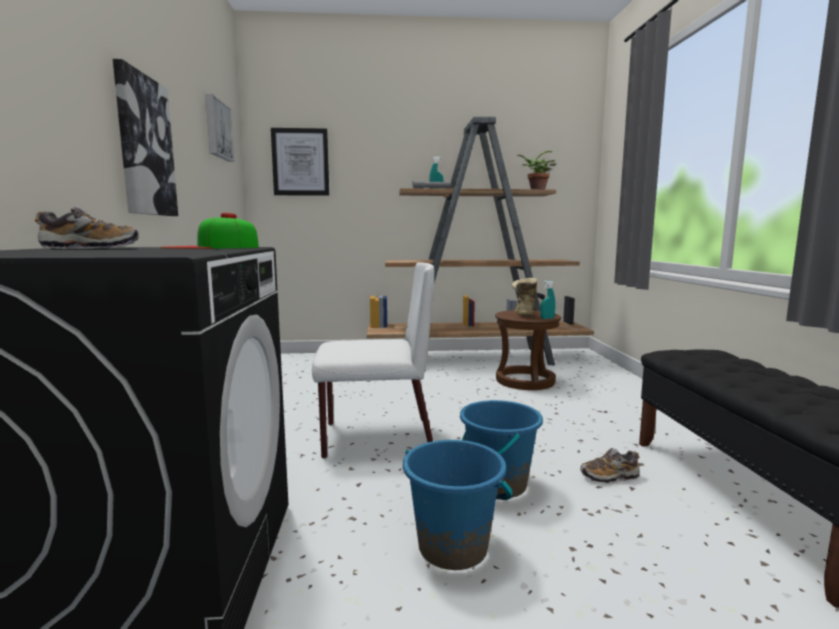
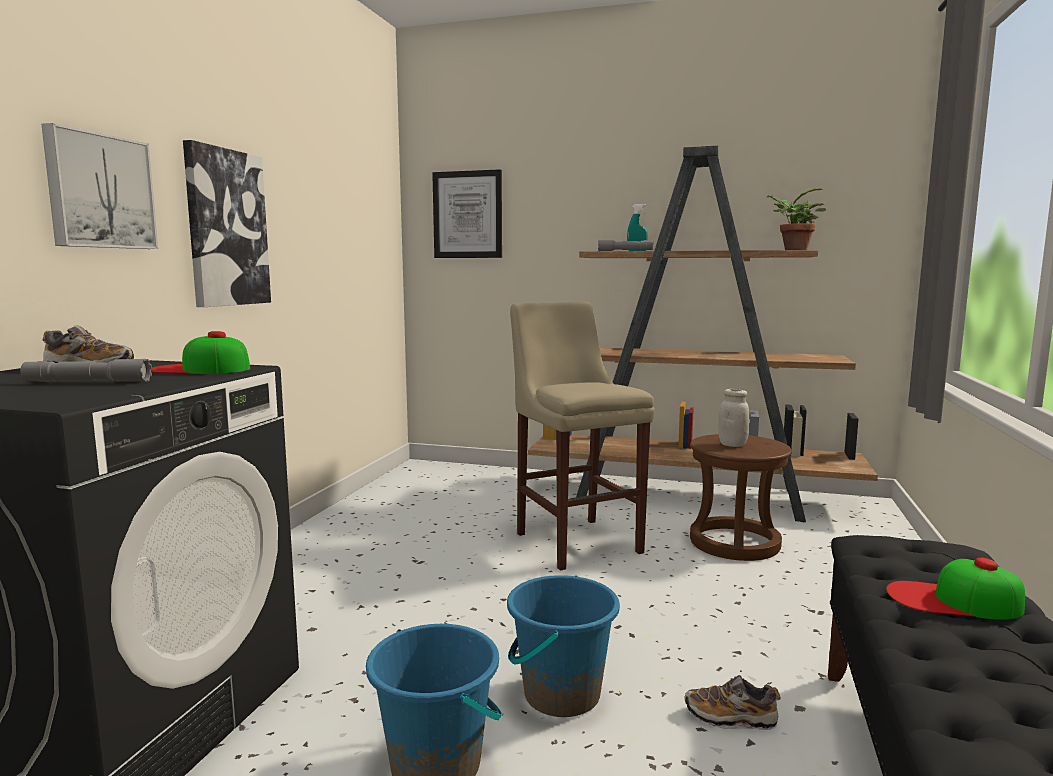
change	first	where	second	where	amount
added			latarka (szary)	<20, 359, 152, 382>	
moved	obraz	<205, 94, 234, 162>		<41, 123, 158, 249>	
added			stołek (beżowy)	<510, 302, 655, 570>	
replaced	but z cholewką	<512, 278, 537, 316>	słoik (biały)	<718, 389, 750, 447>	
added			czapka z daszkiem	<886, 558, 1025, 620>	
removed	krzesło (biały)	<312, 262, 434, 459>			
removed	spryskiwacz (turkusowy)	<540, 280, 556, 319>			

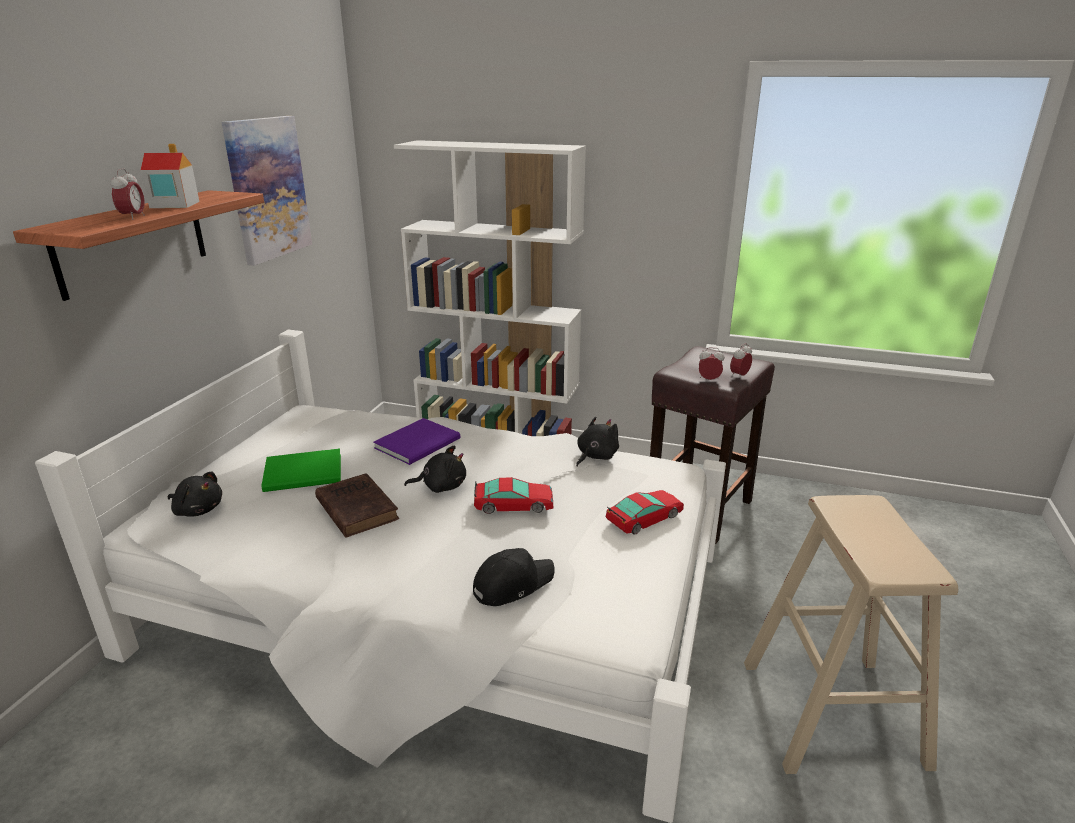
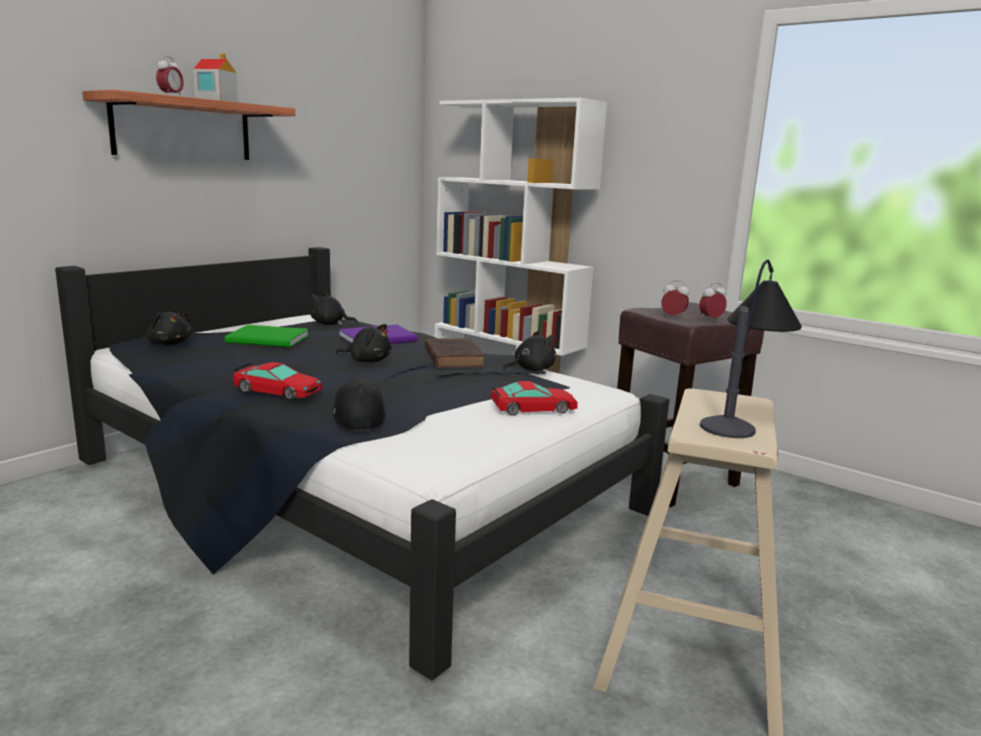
change	first	where	second	where	amount
recoloured	łóżko (biały)	<35, 330, 726, 823>	łóżko (czarny)	<55, 247, 669, 680>	
moved	samochodzik	<474, 477, 553, 514>		<233, 362, 322, 400>	
added			pluszak (czarny)	<310, 292, 358, 325>	
turned	czapka z daszkiem (czarny)	<473, 548, 555, 606>		<333, 378, 385, 430>	90 degrees counterclockwise
moved	książka (brązowy)	<315, 473, 399, 538>		<425, 338, 485, 368>	
added			lampa stołowa	<700, 260, 802, 438>	
removed	obraz	<221, 116, 312, 266>			

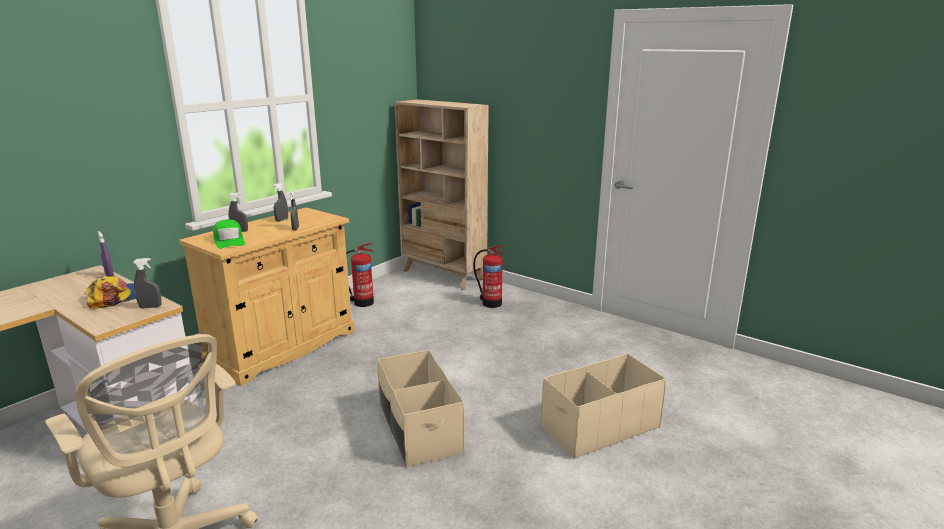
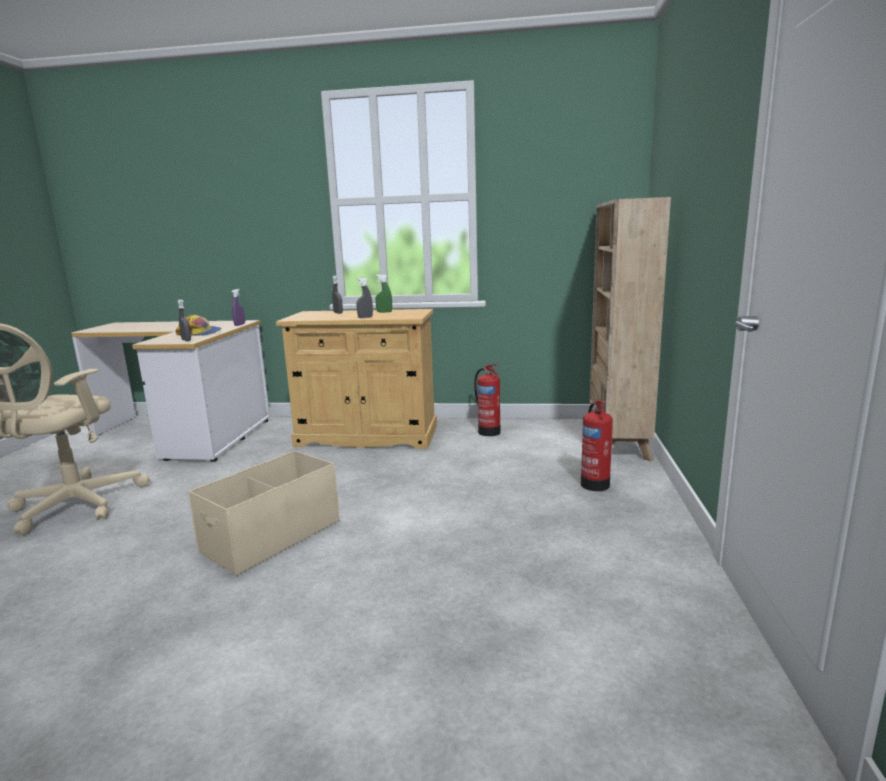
change	first	where	second	where	amount
recoloured	spryskiwacz (szary)	<273, 183, 288, 221>	spryskiwacz (zielony)	<376, 274, 392, 313>	
removed	czapka z daszkiem (zielony)	<213, 220, 245, 249>			
removed	pojemnik do przechowywania (beżowy)	<541, 354, 666, 459>			

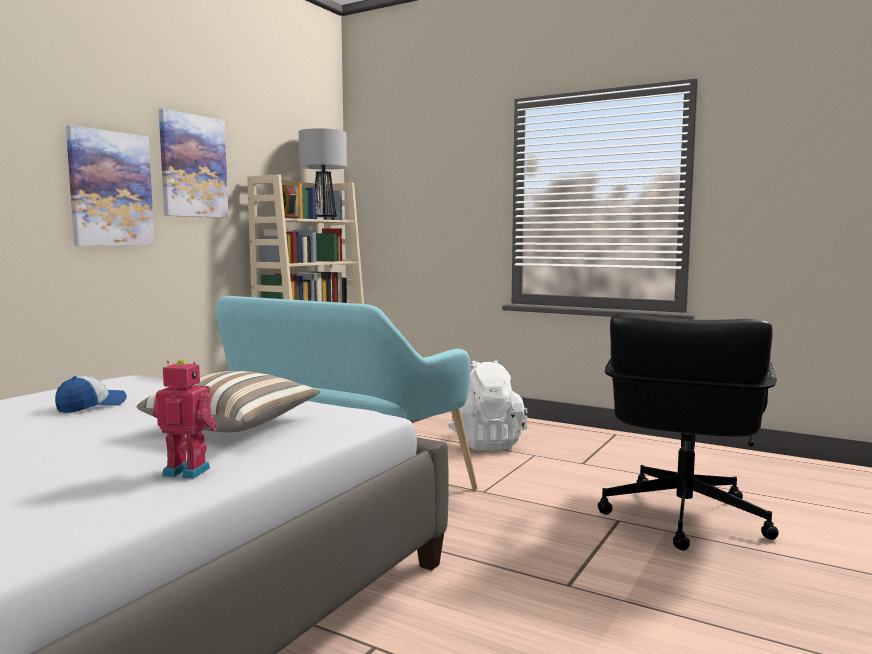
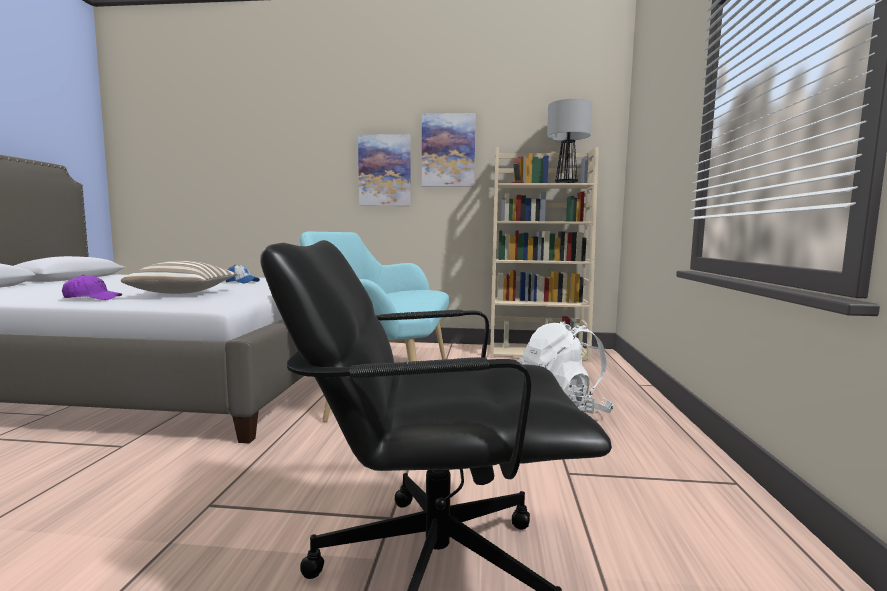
change	first	where	second	where	amount
replaced	robot zabawkowy	<152, 359, 218, 479>	czapka z daszkiem (fioletowy)	<62, 275, 122, 300>	

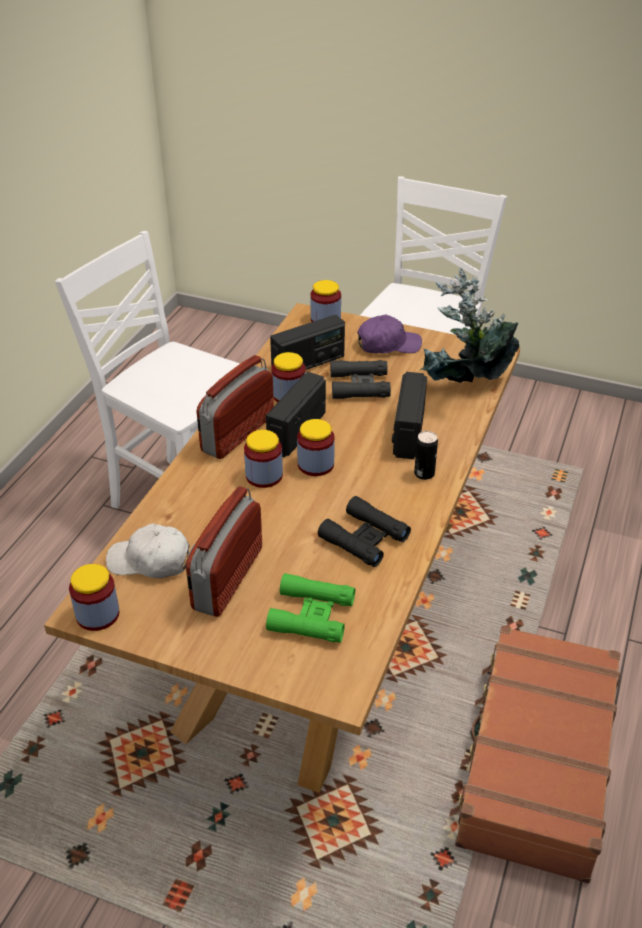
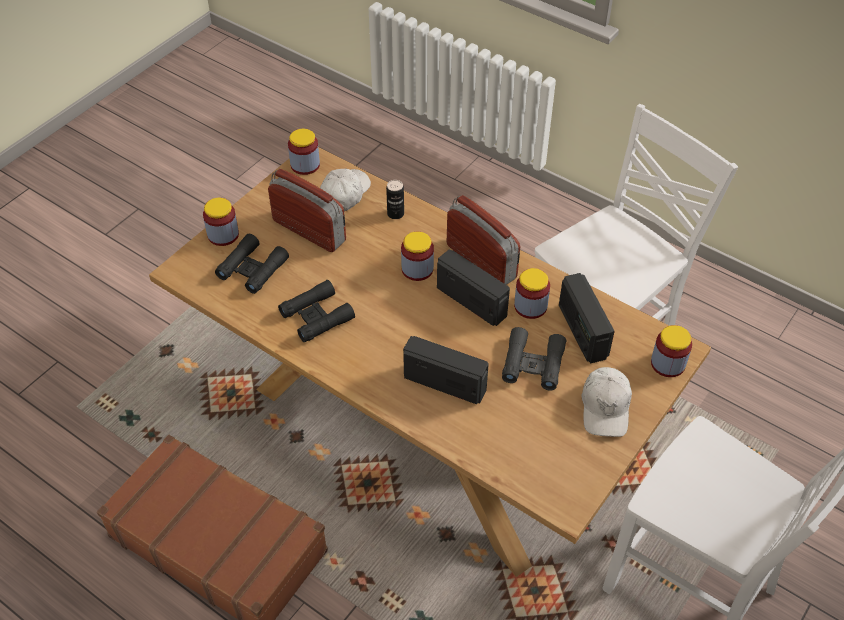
change	first	where	second	where	amount
moved	słoik	<297, 419, 335, 476>		<203, 198, 239, 246>	
recoloured	lornetka (zielony)	<266, 573, 355, 643>	lornetka (czarny)	<215, 234, 289, 294>	
moved	puszka	<414, 431, 438, 480>		<386, 180, 404, 219>	
recoloured	czapka z daszkiem (fioletowy)	<357, 314, 422, 353>	czapka z daszkiem (biały)	<581, 367, 632, 437>	
removed	roślina doniczkowa	<418, 268, 519, 383>			

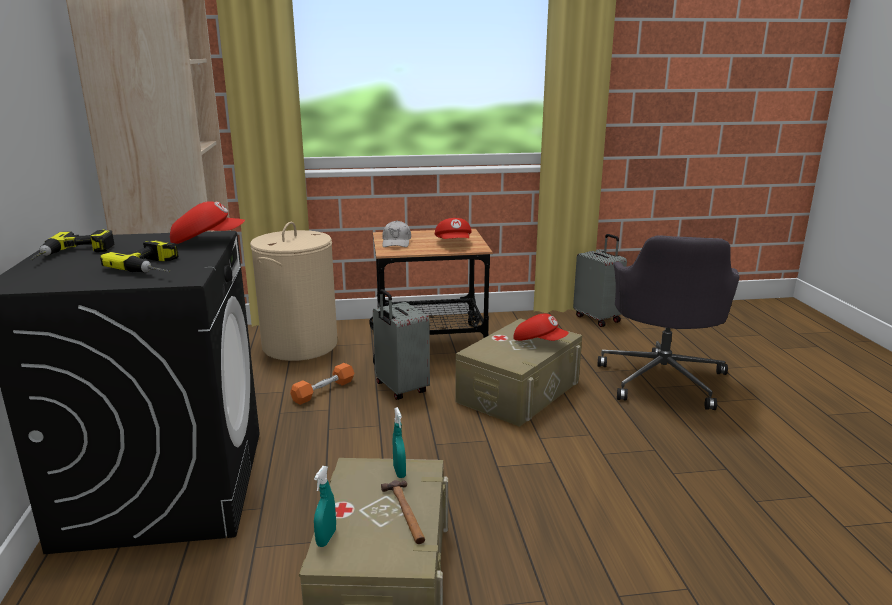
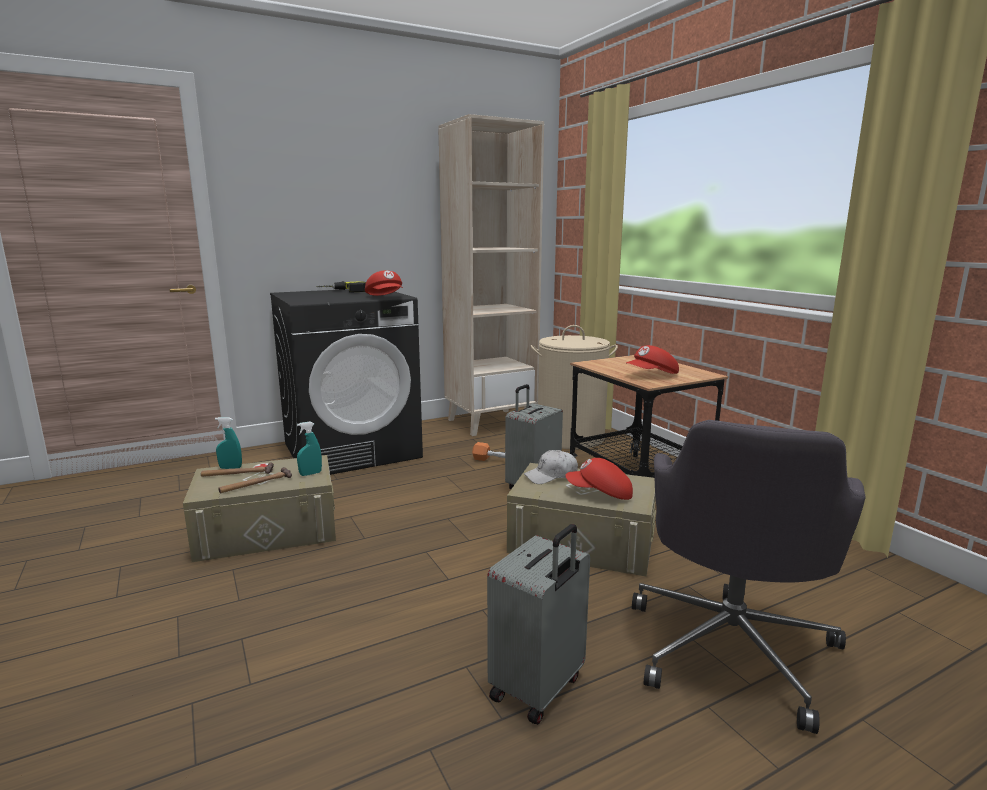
change	first	where	second	where	amount
added			młotek	<201, 462, 274, 477>	
moved	walizka (szary)	<573, 234, 627, 327>		<487, 524, 590, 725>	
moved	czapka z daszkiem (biały)	<382, 220, 411, 247>		<524, 450, 578, 484>	
turned	czapka z daszkiem (czerwony)	<514, 313, 569, 341>		<565, 458, 633, 500>	90 degrees clockwise
turned	krzesło biurowe (szary)	<598, 235, 740, 410>		<632, 420, 865, 734>	60 degrees counterclockwise
removed	wiertarka	<100, 240, 179, 273>			

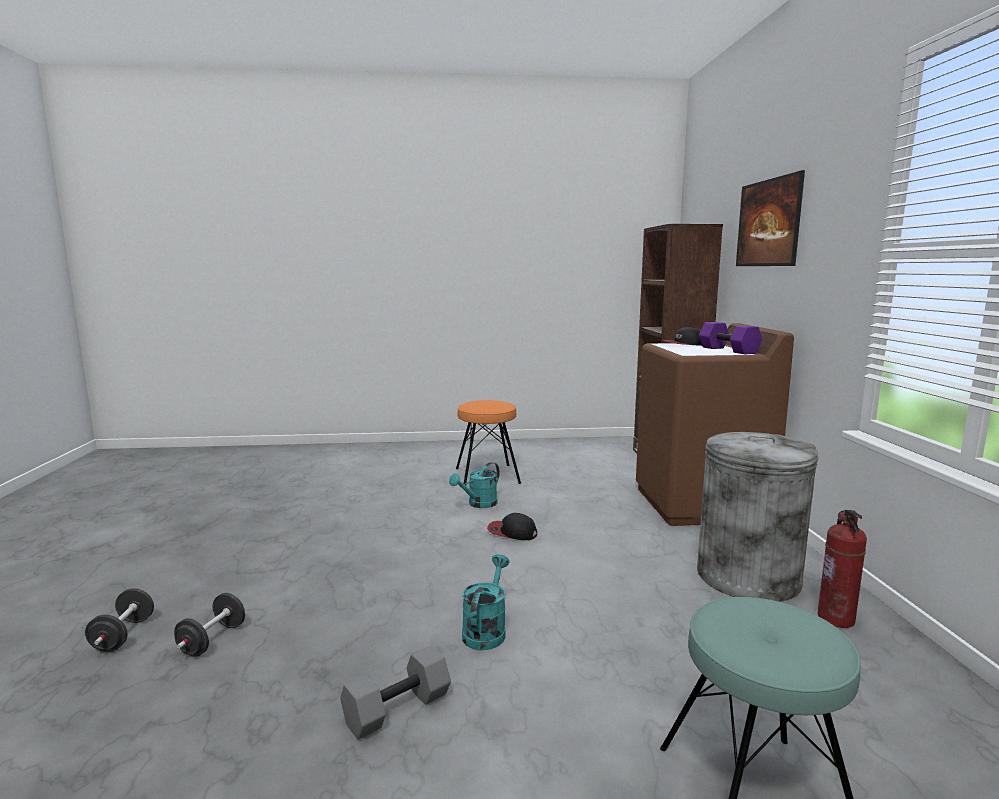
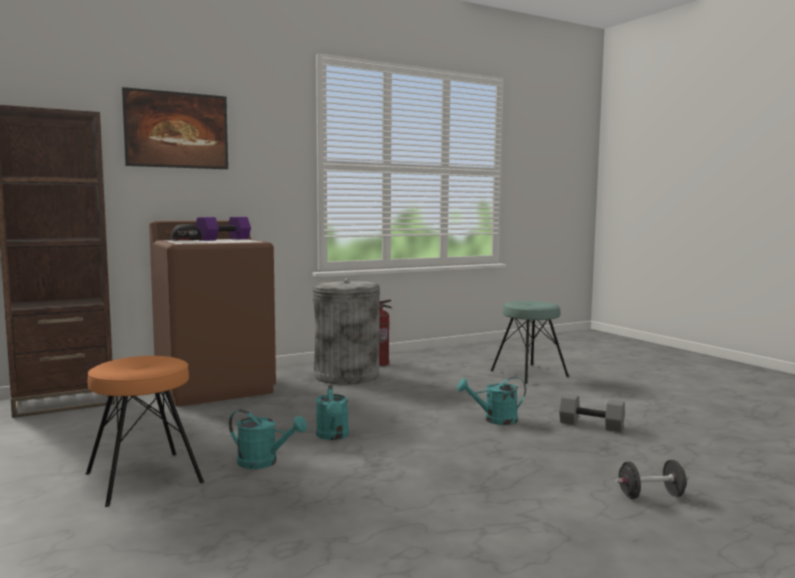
change	first	where	second	where	amount
replaced	czapka z daszkiem	<487, 513, 537, 540>	konewka (turkusowy)	<316, 385, 349, 440>	
removed	hantel (czarny)	<85, 588, 154, 652>			

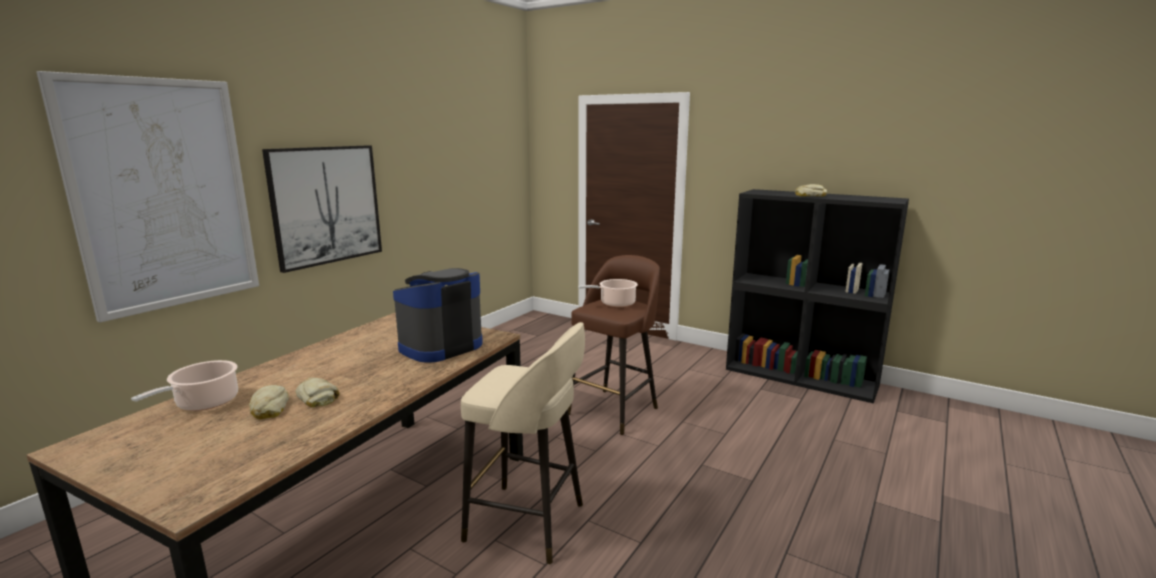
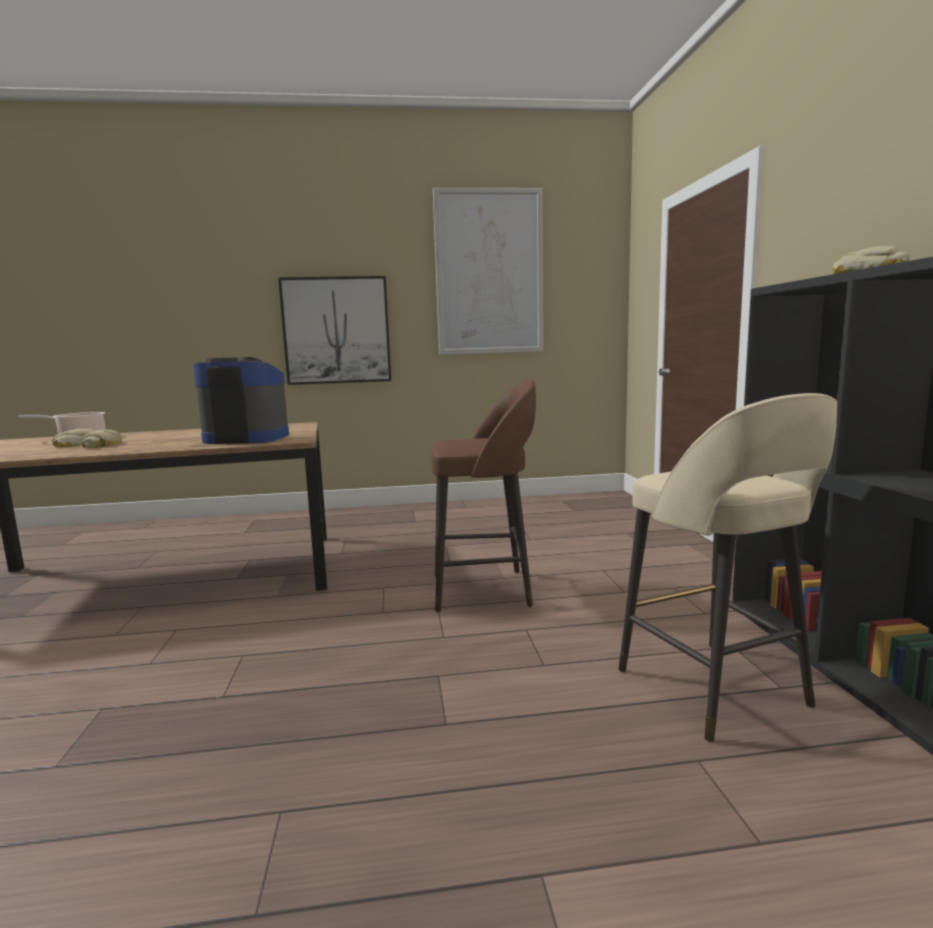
change	first	where	second	where	amount
moved	obraz	<36, 71, 259, 323>		<433, 188, 544, 355>	
moved	stołek (beżowy)	<461, 322, 585, 564>		<618, 393, 837, 742>	
removed	garnek	<578, 279, 638, 307>			

